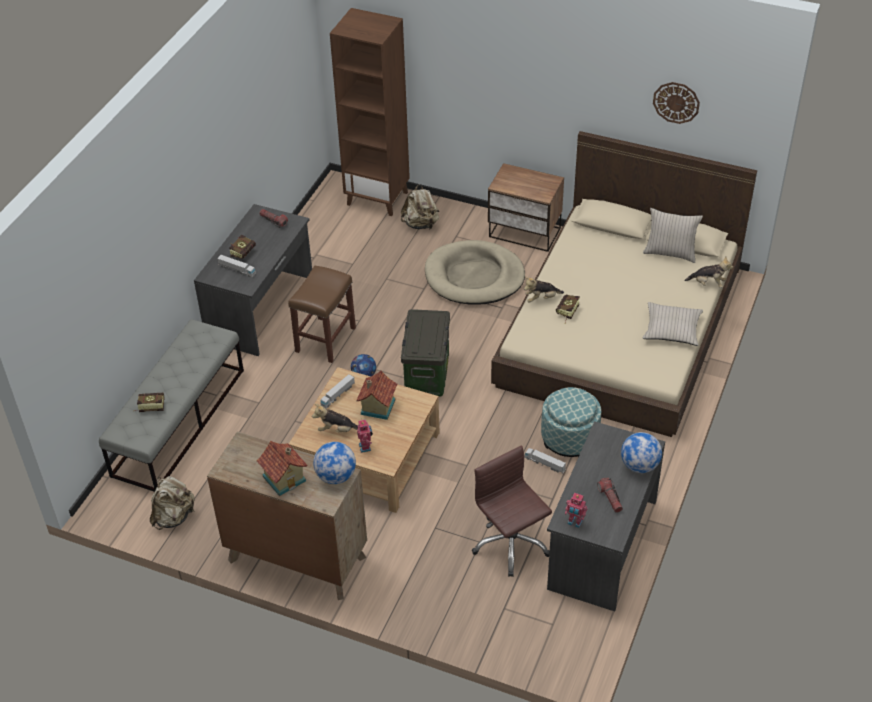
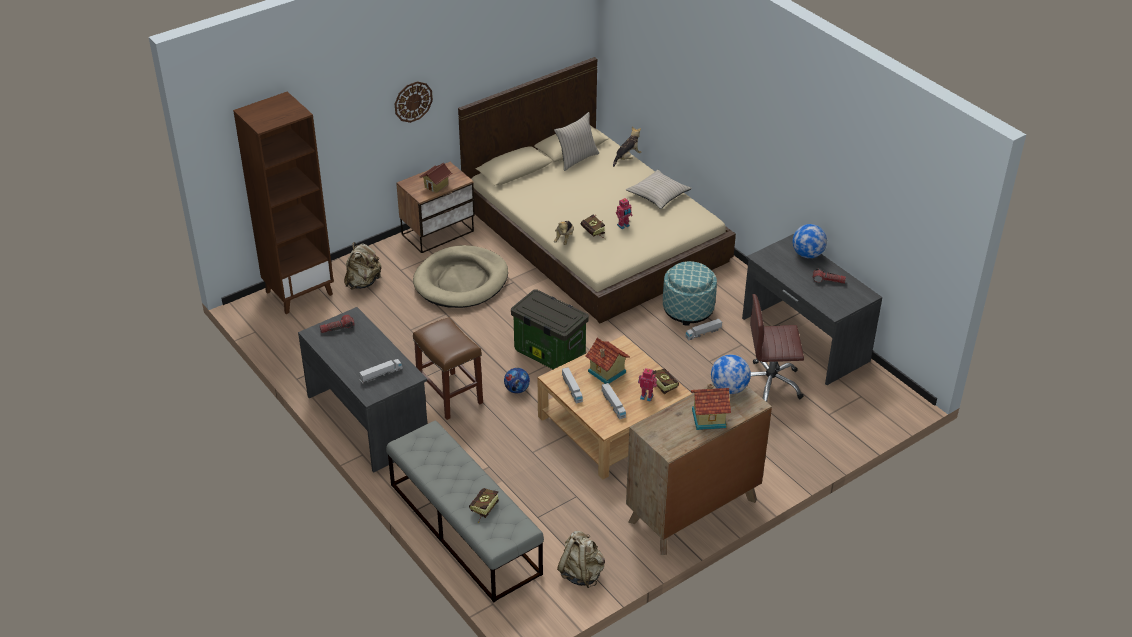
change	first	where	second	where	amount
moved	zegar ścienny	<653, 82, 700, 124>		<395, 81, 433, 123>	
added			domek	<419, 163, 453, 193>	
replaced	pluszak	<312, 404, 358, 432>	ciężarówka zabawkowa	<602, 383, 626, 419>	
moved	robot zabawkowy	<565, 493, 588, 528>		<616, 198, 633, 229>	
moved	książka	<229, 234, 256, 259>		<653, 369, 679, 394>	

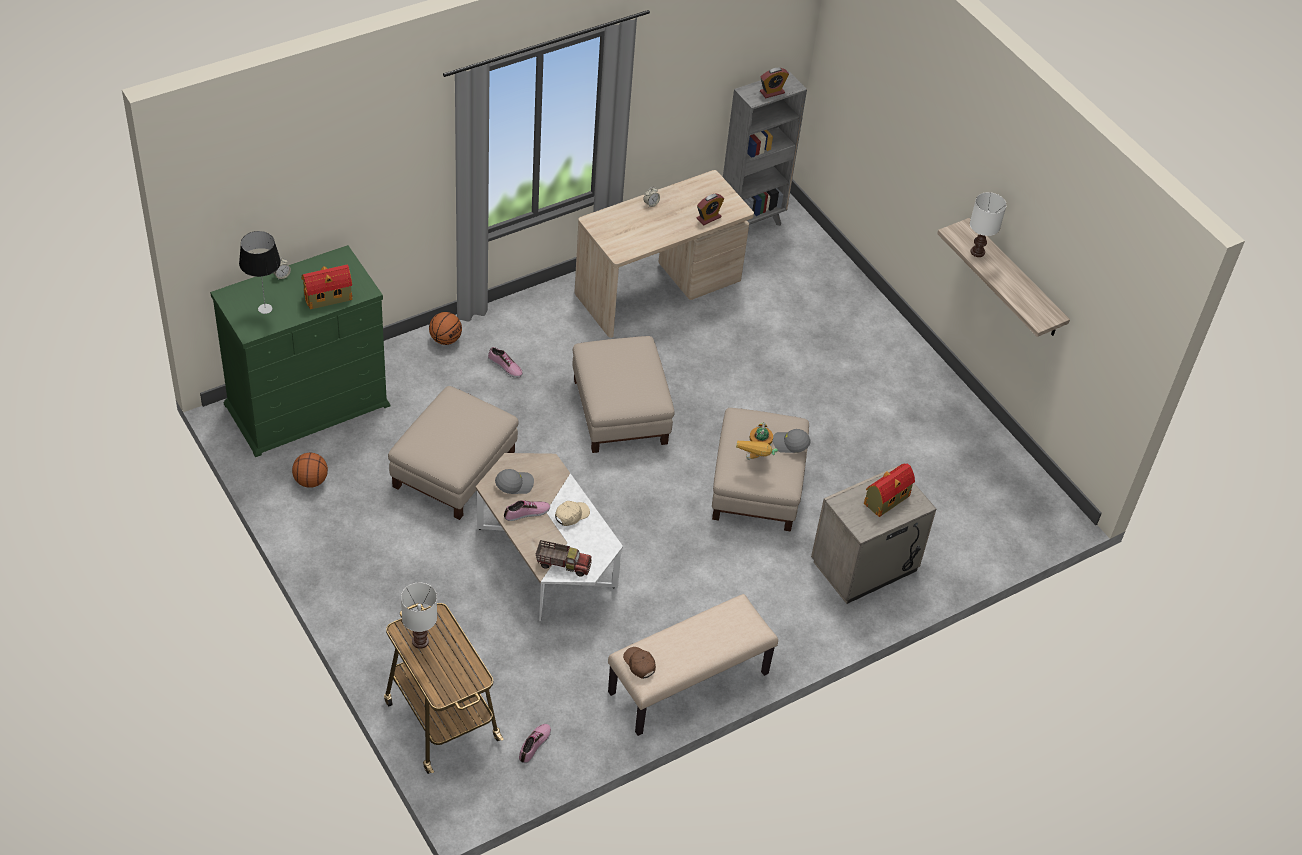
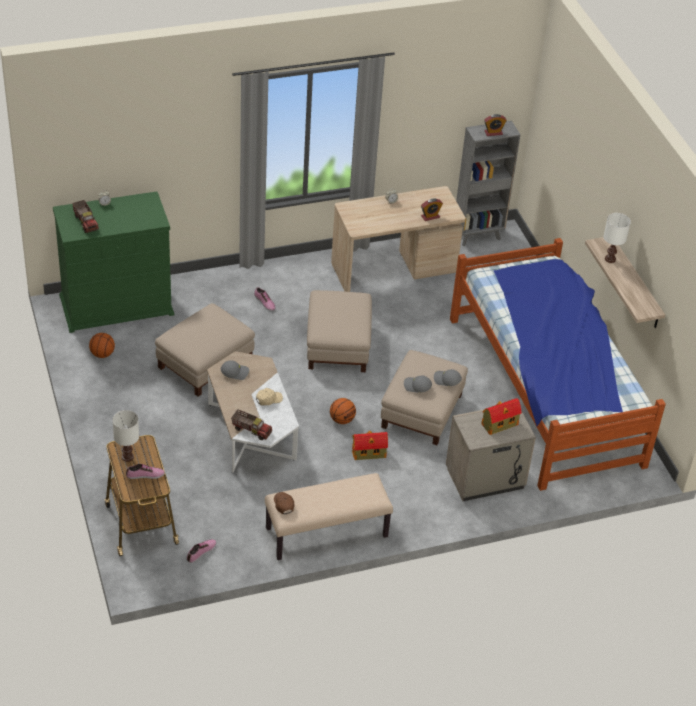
change	first	where	second	where	amount
replaced	lampa stołowa	<239, 231, 281, 314>	ciężarówka zabawkowa	<72, 200, 99, 233>	
moved	but	<504, 500, 550, 521>		<126, 464, 165, 479>	
moved	piłka do koszykówki	<429, 312, 462, 345>		<330, 398, 356, 424>	
moved	domek	<301, 264, 352, 310>		<352, 431, 388, 460>	
replaced	robot zabawkowy	<736, 422, 778, 460>	czapka z daszkiem (szary)	<404, 376, 432, 393>	
added			łóżko	<450, 238, 666, 491>	

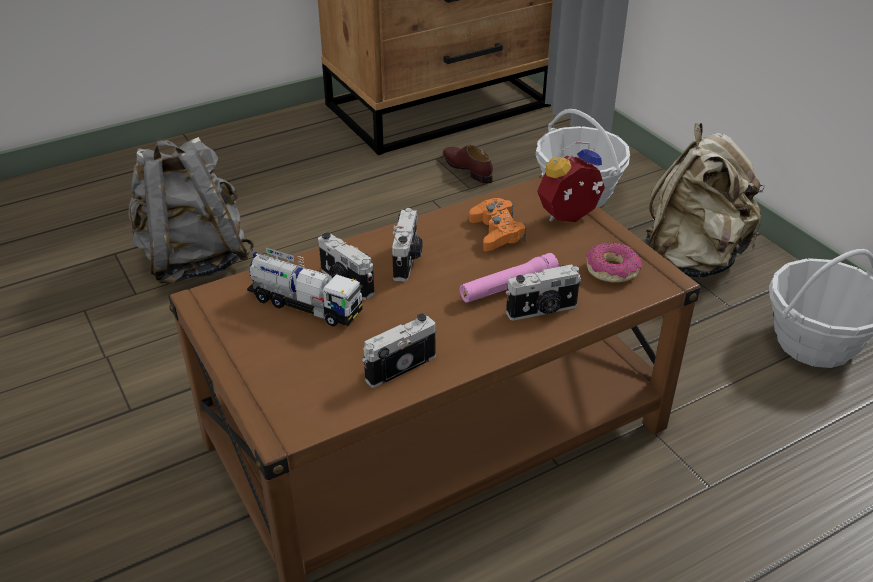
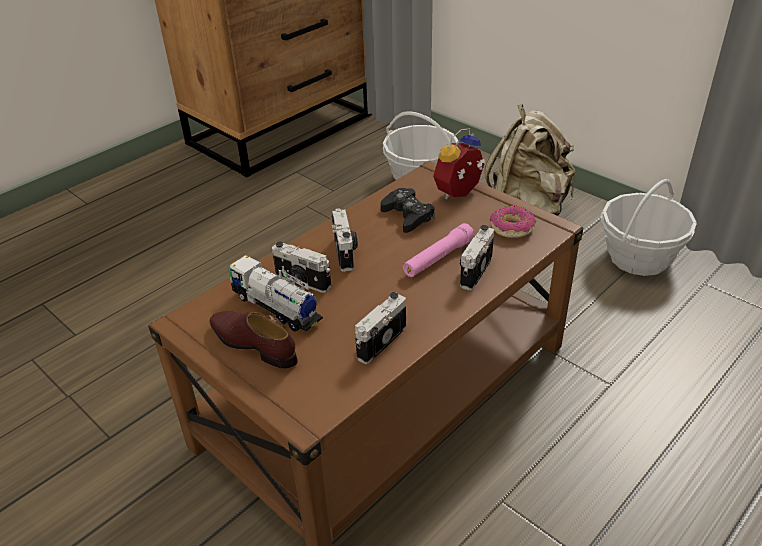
change	first	where	second	where	amount
moved	but (brązowy)	<443, 145, 493, 184>		<209, 311, 298, 369>	
turned	ciężarówka zabawkowa	<247, 248, 363, 327>		<228, 255, 323, 332>	150 degrees counterclockwise
recoloured	pad do gier (pomarańczowy)	<469, 198, 526, 251>	pad do gier (czarny)	<381, 188, 435, 233>	
turned	aparat fotograficzny	<506, 264, 581, 320>		<460, 225, 494, 291>	150 degrees clockwise
removed	plecak (szary)	<128, 137, 255, 284>			

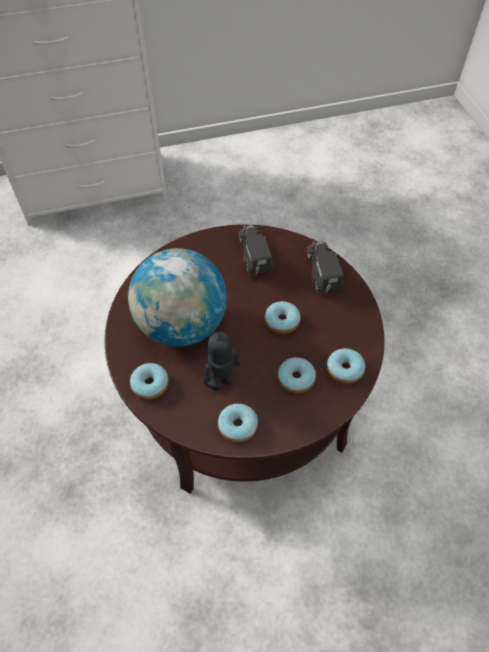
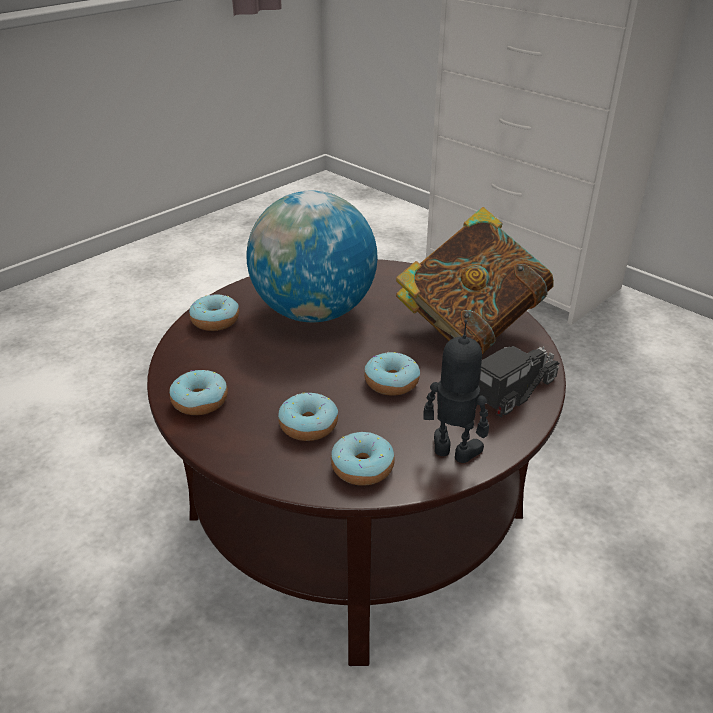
change	first	where	second	where	amount
replaced	ciężarówka zabawkowa	<239, 224, 274, 277>	książka	<396, 207, 554, 354>	
moved	robot zabawkowy	<202, 329, 240, 391>		<423, 320, 489, 463>	

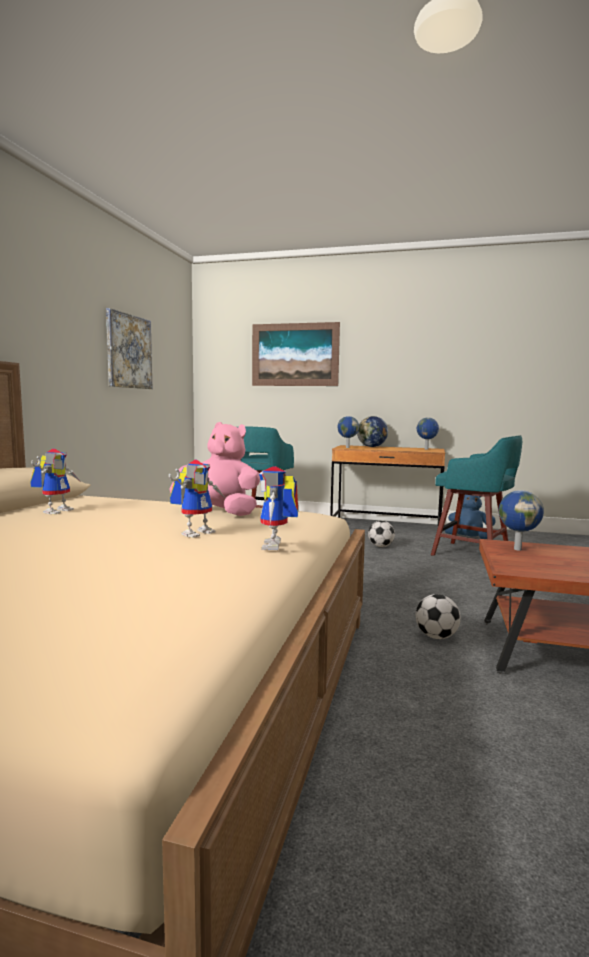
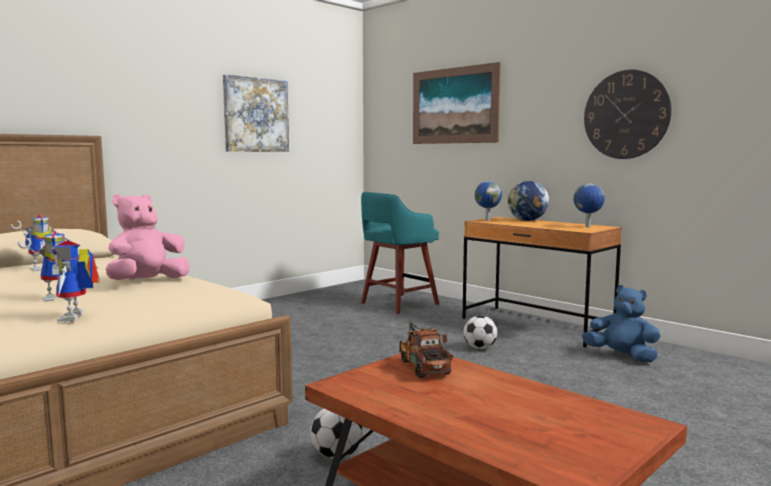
change	first	where	second	where	amount
turned	robot zabawkowy	<259, 466, 299, 550>		<52, 241, 100, 322>	45 degrees counterclockwise
turned	pluszak (różowy)	<169, 422, 260, 516>		<106, 194, 189, 280>	105 degrees counterclockwise
replaced	globus	<499, 490, 544, 551>	ciężarówka zabawkowa	<399, 321, 453, 378>	
added			zegar ścienny	<584, 70, 672, 159>	
removed	stołek (turkusowy)	<431, 435, 522, 556>			

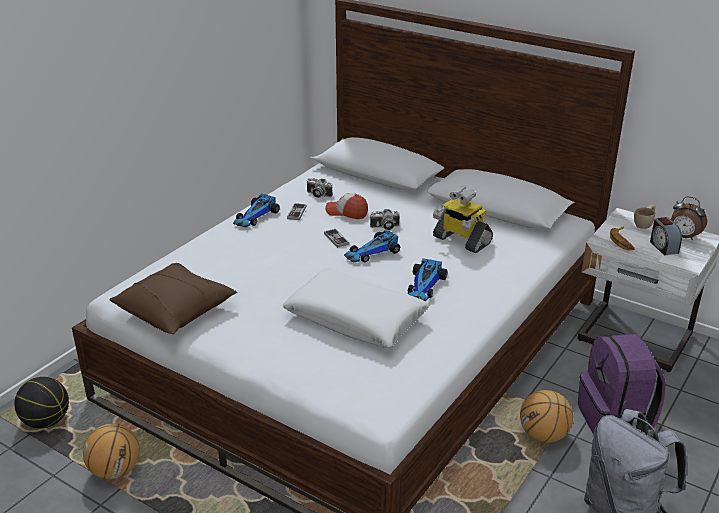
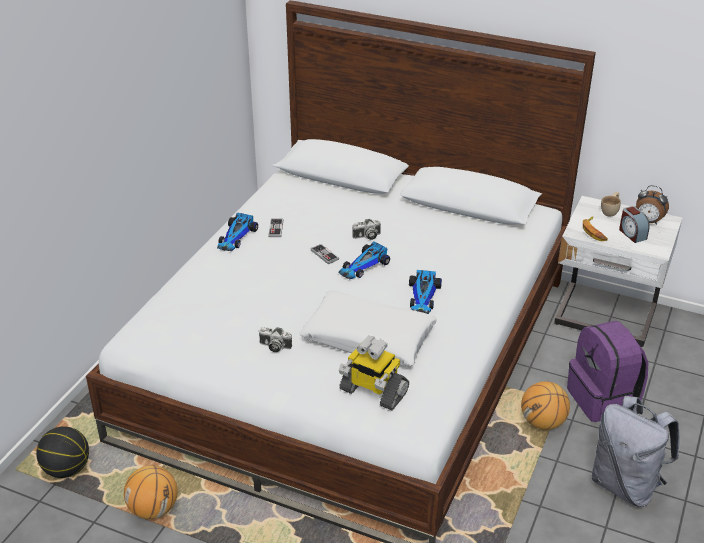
change	first	where	second	where	amount
moved	aparat fotograficzny	<307, 178, 333, 198>		<259, 327, 292, 352>	
moved	robot zabawkowy	<433, 187, 493, 253>		<339, 336, 409, 410>	
removed	poduszka (brązowy)	<109, 263, 238, 334>			
removed	czapka z daszkiem	<325, 193, 368, 219>			

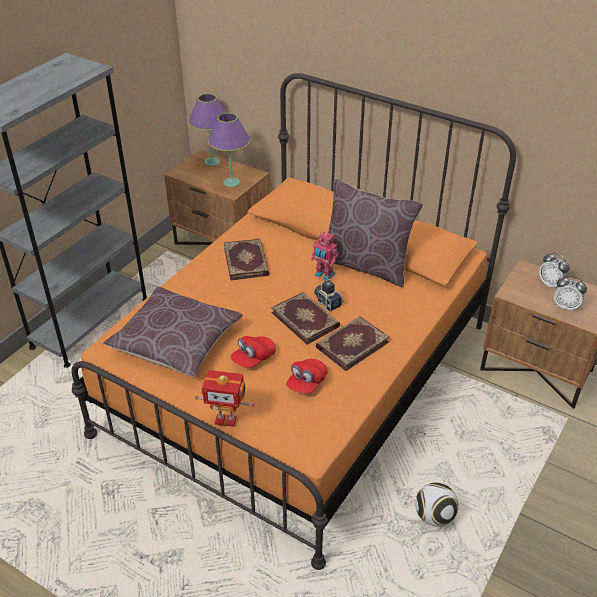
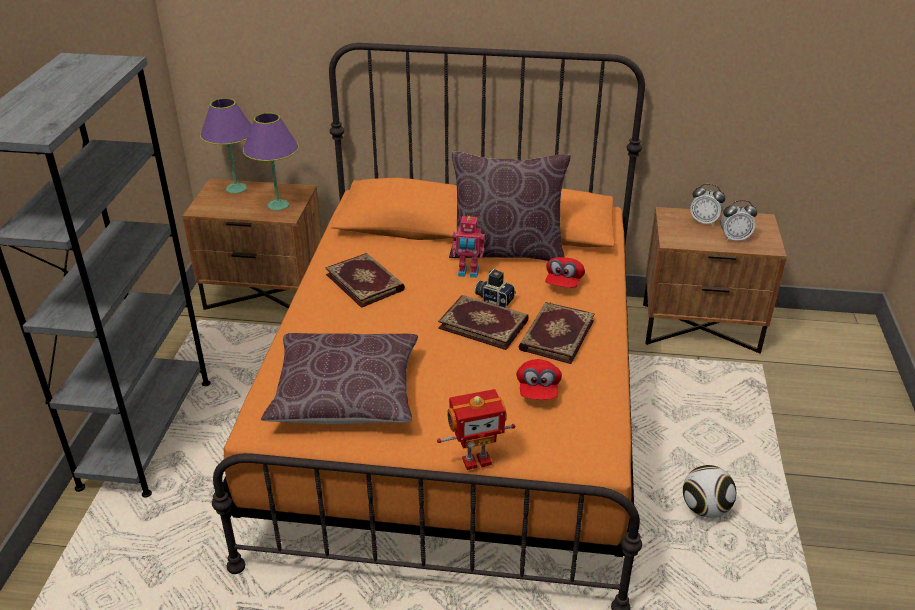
change	first	where	second	where	amount
moved	czapka z daszkiem (czerwony)	<231, 336, 276, 368>		<545, 257, 585, 288>	

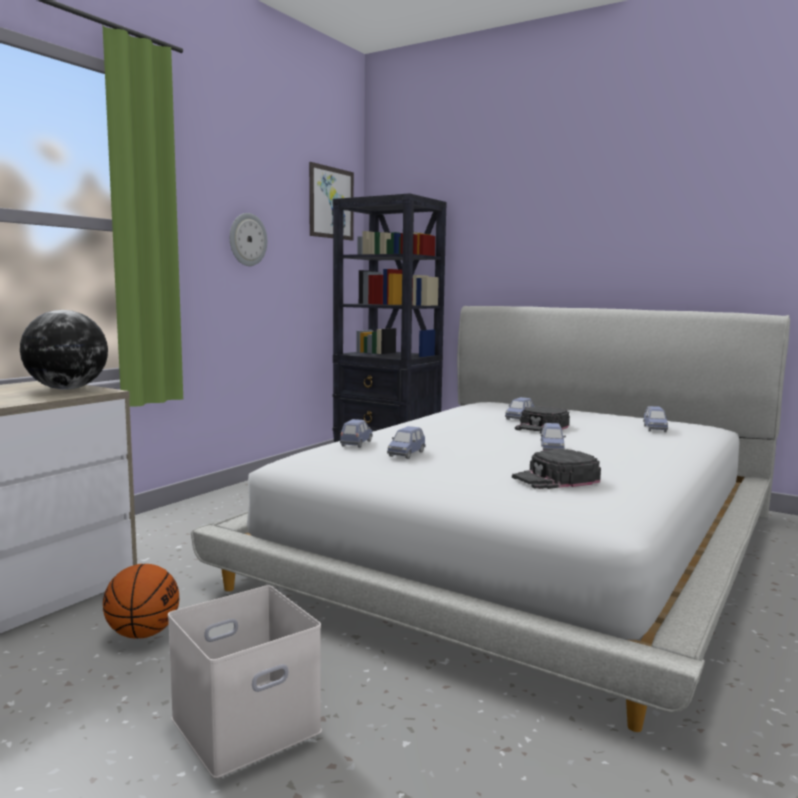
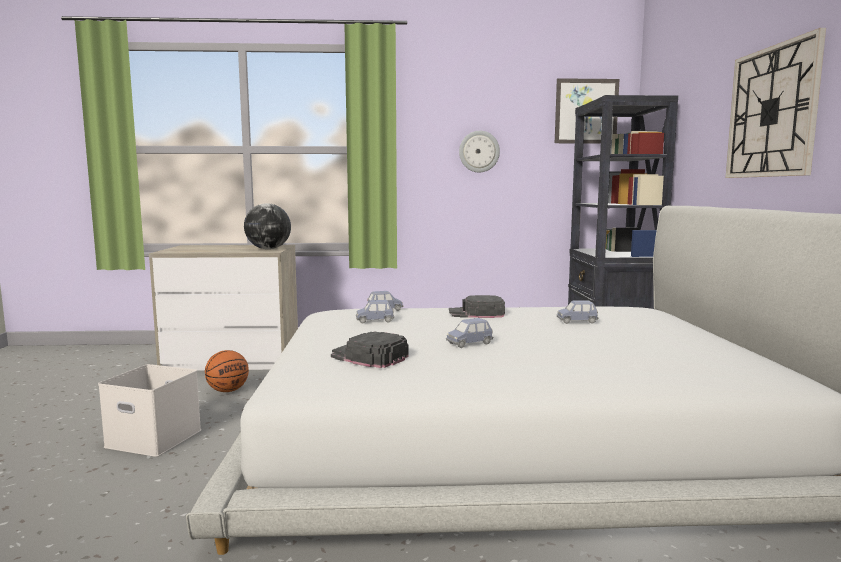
change	first	where	second	where	amount
moved	czapka z daszkiem (czarny)	<515, 406, 570, 433>		<449, 295, 505, 318>	
added			zegar ścienny	<725, 28, 826, 178>	
removed	samochodzik (niebieski)	<643, 406, 668, 432>			

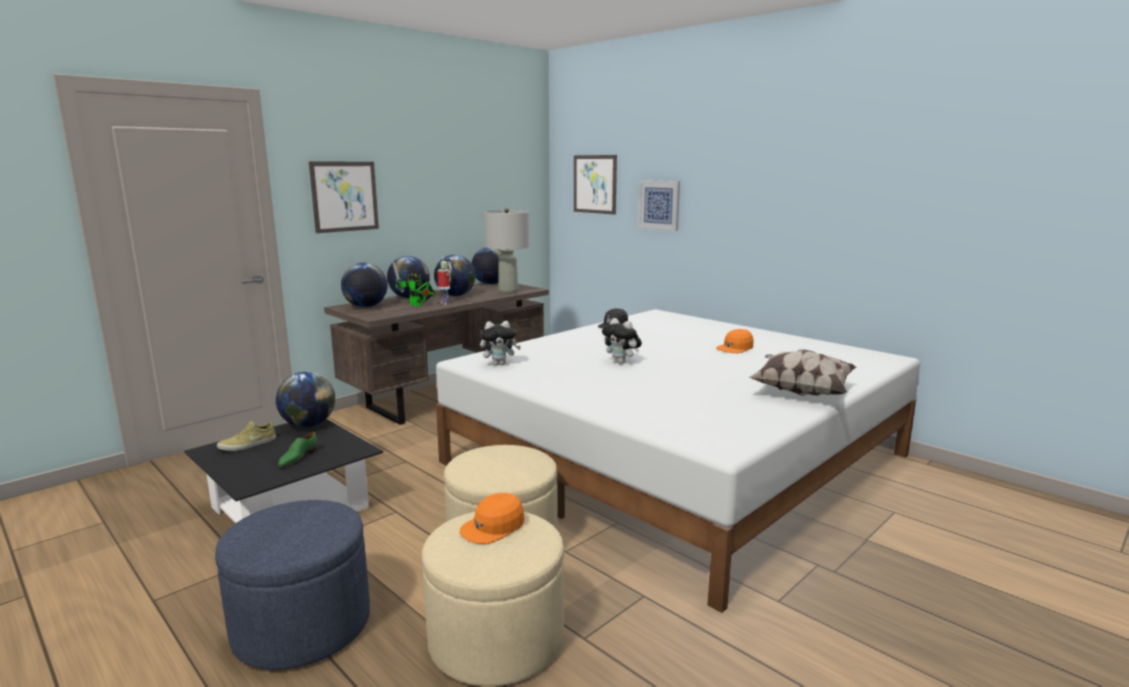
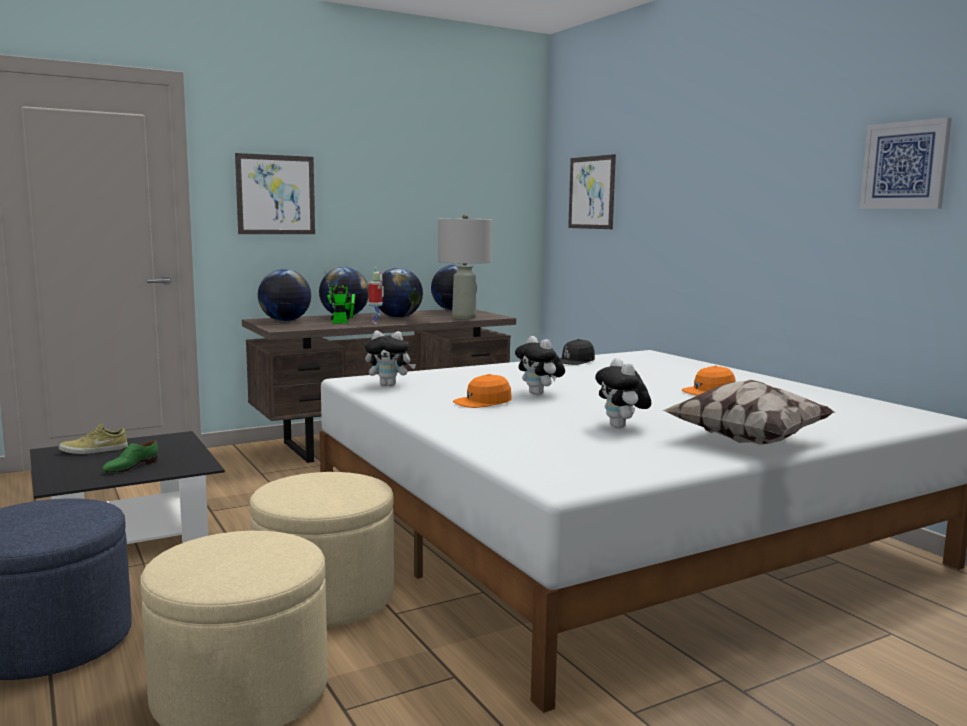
change	first	where	second	where	amount
turned	robot zabawkowy	<393, 262, 435, 306>		<325, 272, 355, 323>	75 degrees counterclockwise
moved	czapka z daszkiem (pomarańczowy)	<459, 493, 525, 544>		<453, 374, 512, 408>	
added			pluszak	<595, 358, 651, 429>	
moved	obraz	<638, 180, 680, 231>		<859, 117, 952, 209>	
removed	globus	<276, 372, 335, 427>			

